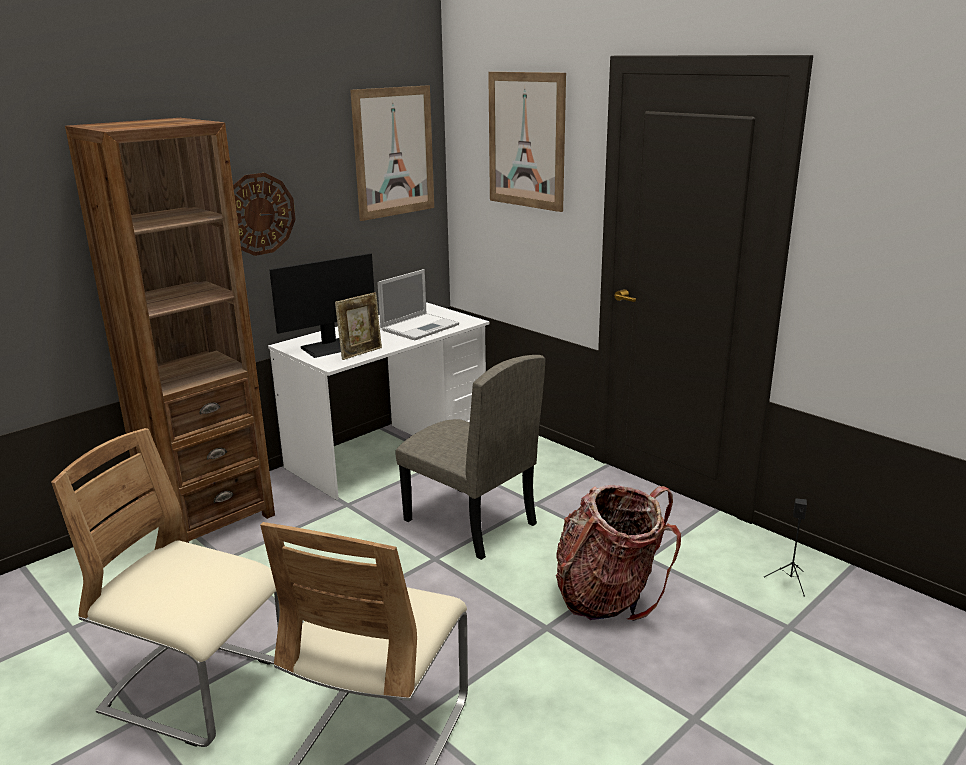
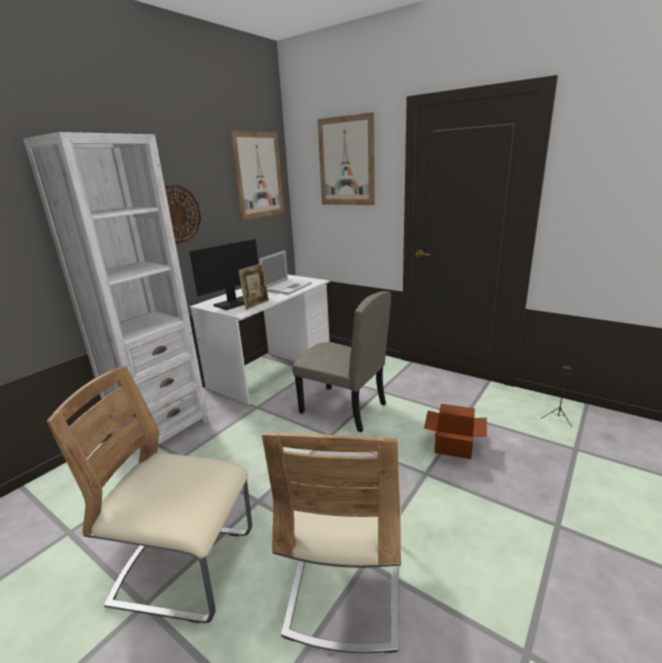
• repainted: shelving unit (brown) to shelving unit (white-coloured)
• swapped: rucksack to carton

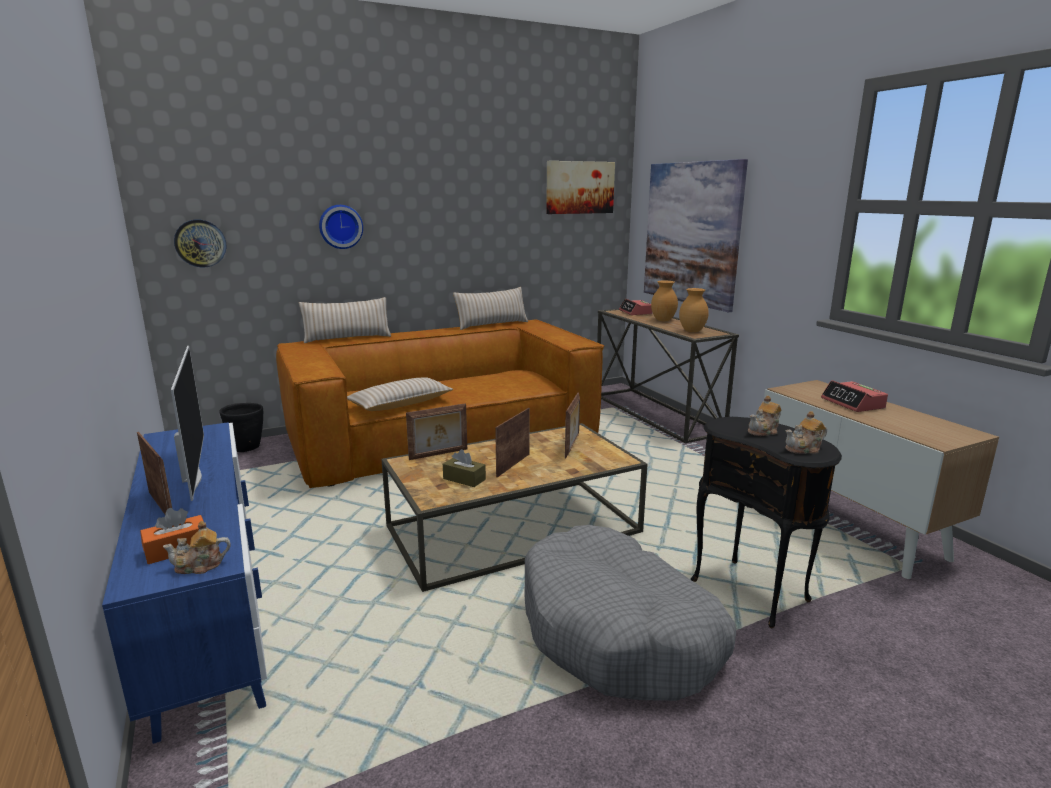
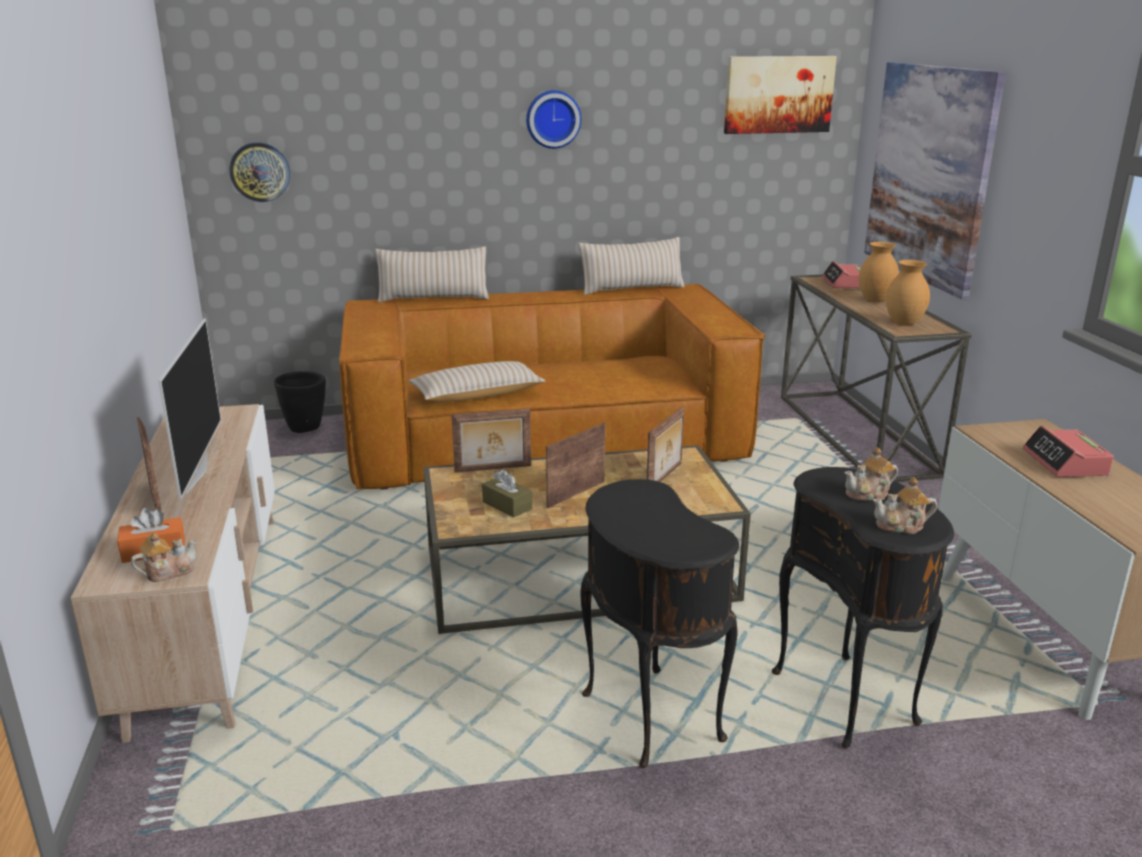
• repainted: tv unit (blue) to tv unit (sand-coloured)
• rotated: teapot (no. 1 from left) 150 degrees clockwise
• shifted: hanging clock (no. 2 from left)
• swapped: dog bed (grey) to end table (black) (no. 1 from left)

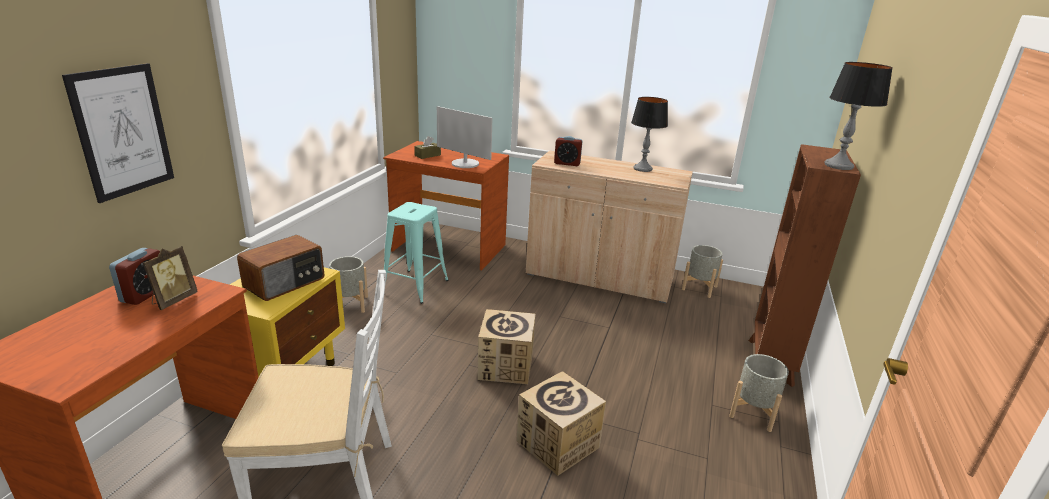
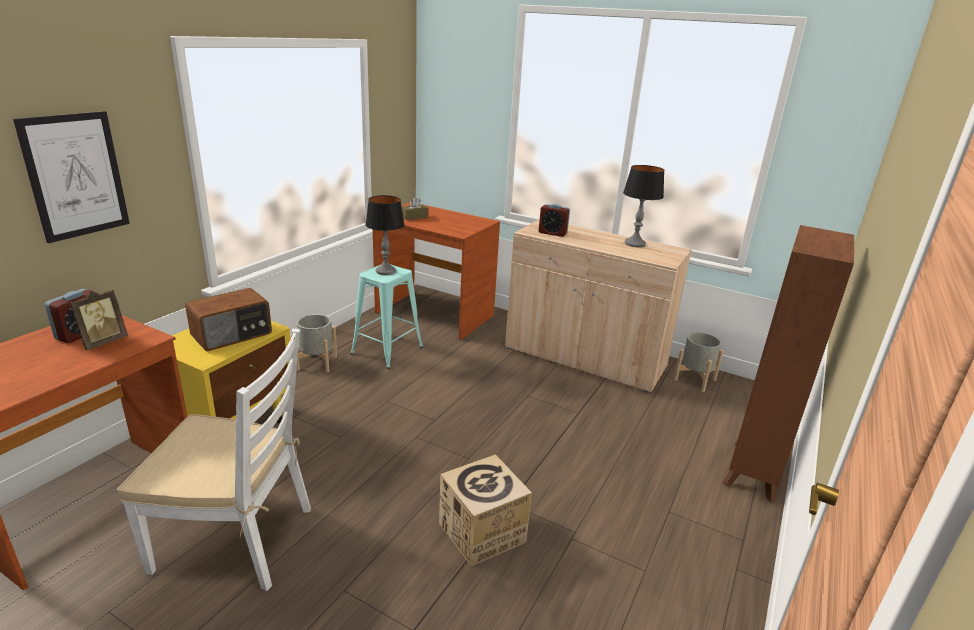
• shifted: lamp for a table (no. 2 from left in the first image) to lamp for a table (no. 1 from left)
• gone: computer screen
• gone: carton (no. 1 from left)
• gone: flower pot (grey) (no. 3 from left)

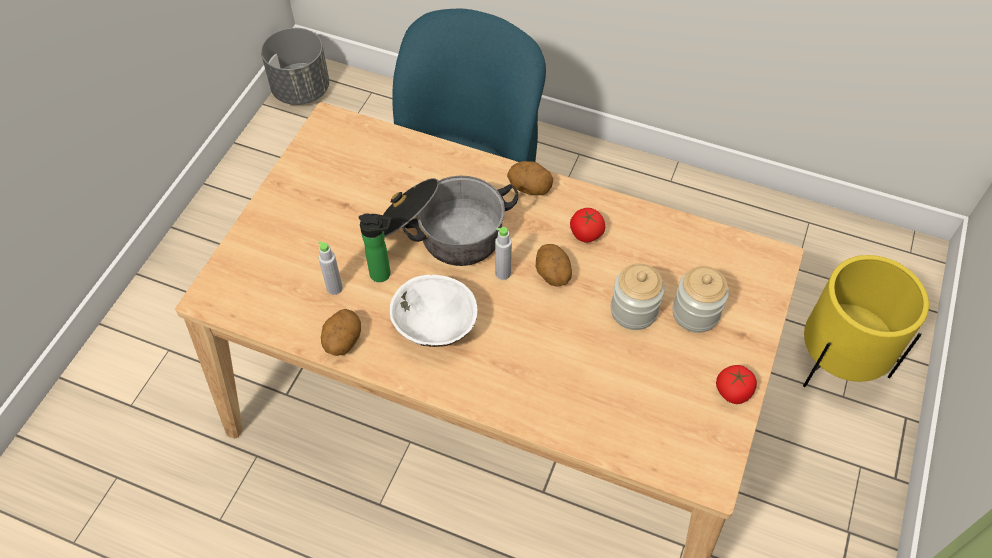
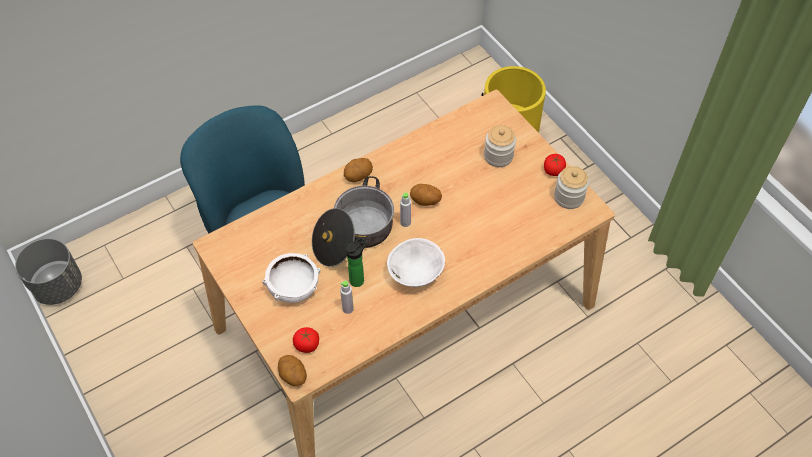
• new: serving bowl (white-coloured) (no. 1 from left)
• shifted: whole potato (no. 1 from left)
• shifted: tomato (no. 1 from left)
• shifted: jar (no. 1 from left in the first image) to jar (no. 2 from left)

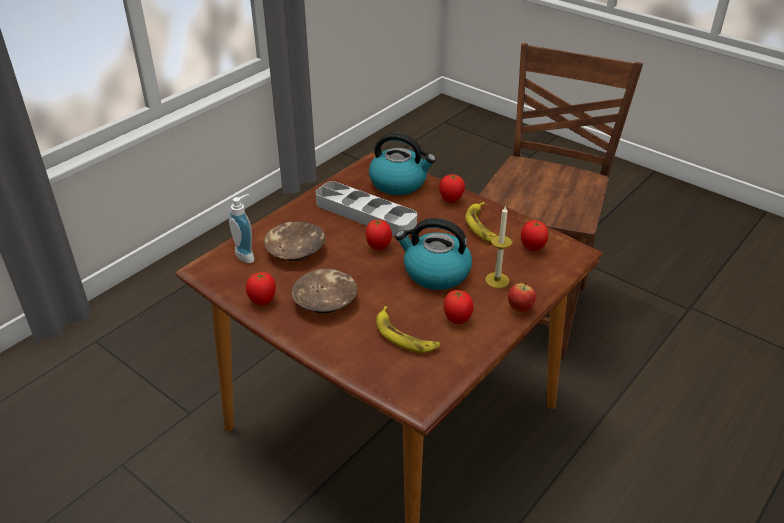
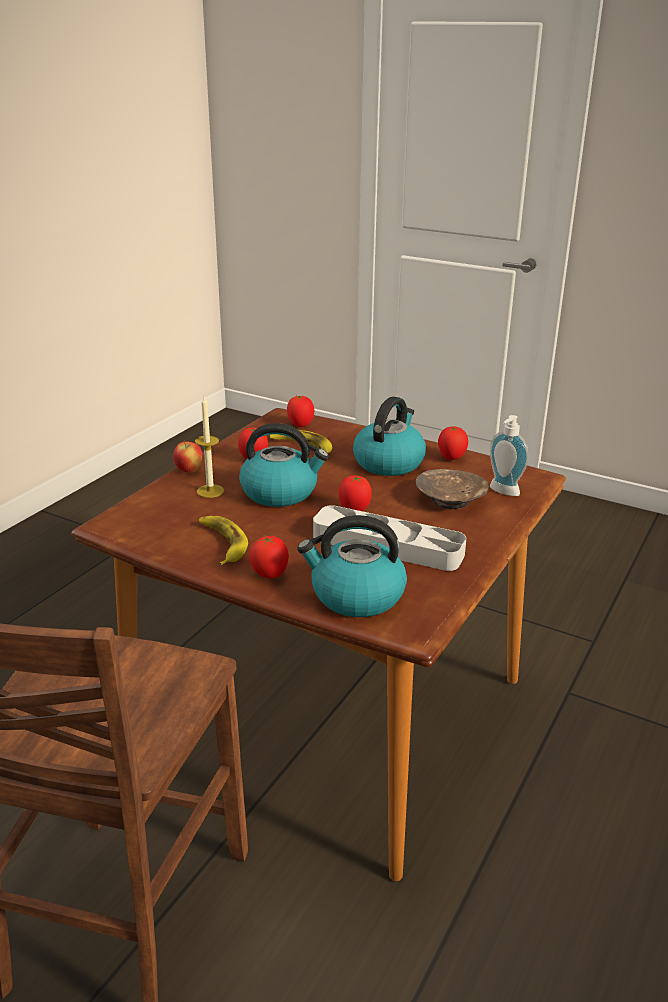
• shifted: tomato (no. 5 from left in the first image) to tomato (no. 3 from left)
• swapped: serving bowl (brown) (no. 2 from left) to tea kettle (no. 3 from left)

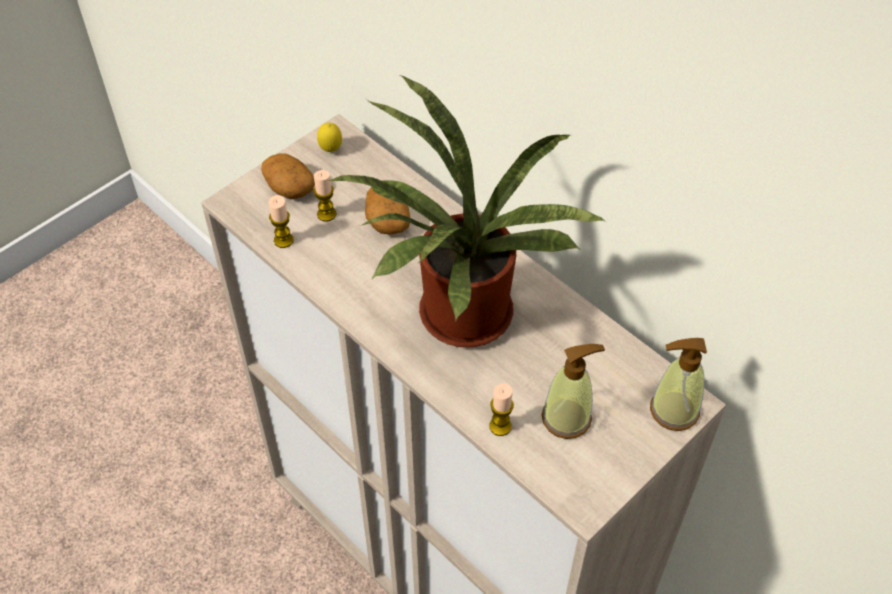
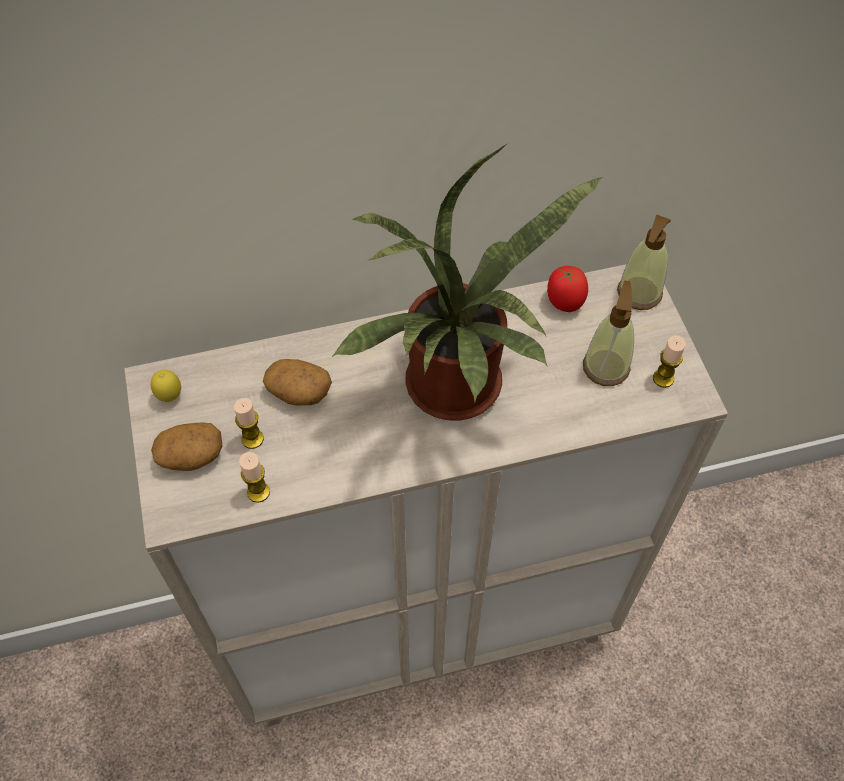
• new: tomato
• shifted: candle (no. 3 from left)

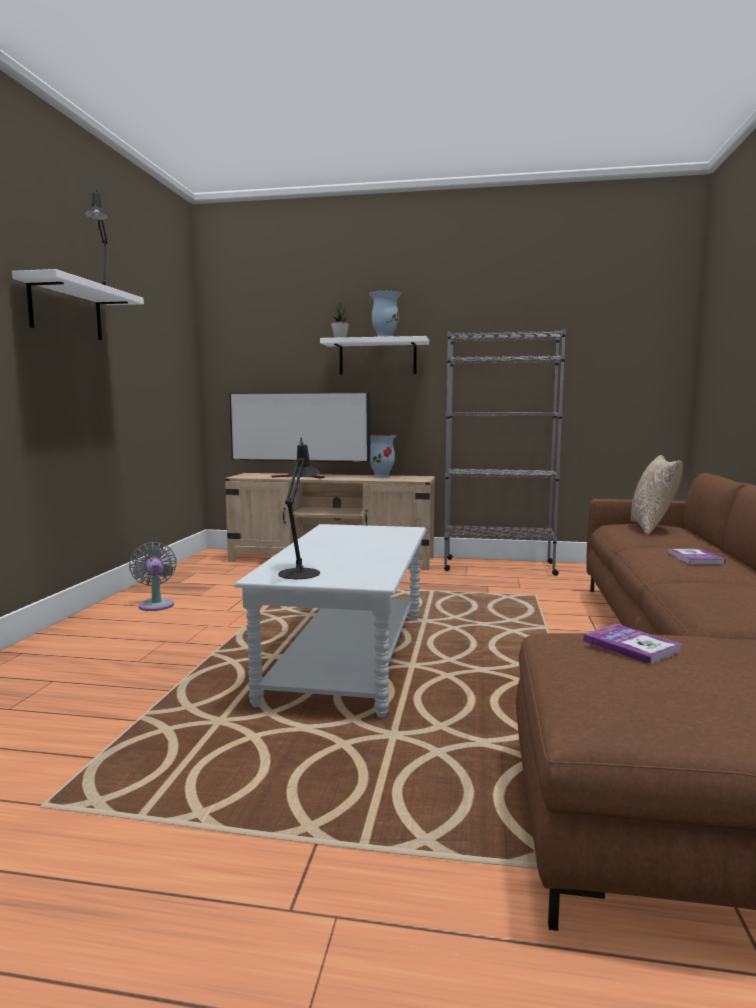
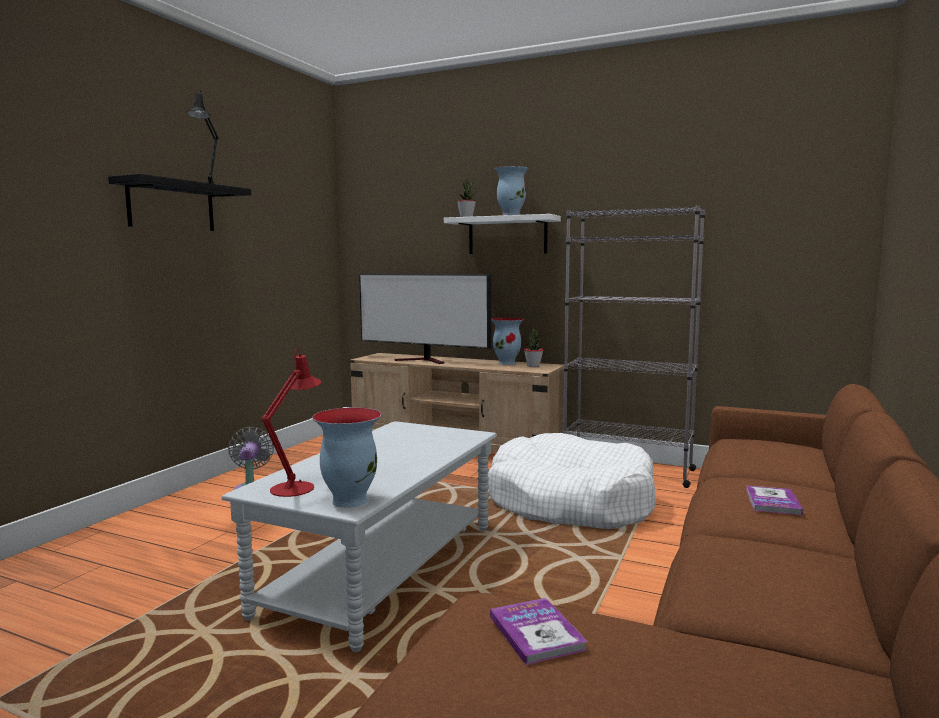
• repainted: wall shelf (white-coloured) (no. 1 from left) to wall shelf (black)
• repainted: lamp for a table (black) (no. 2 from left) to lamp for a table (reddish)
• new: vase (no. 1 from left)
• new: dog bed (white-coloured)
• new: plant in a pot (no. 2 from left)
• gone: cushion

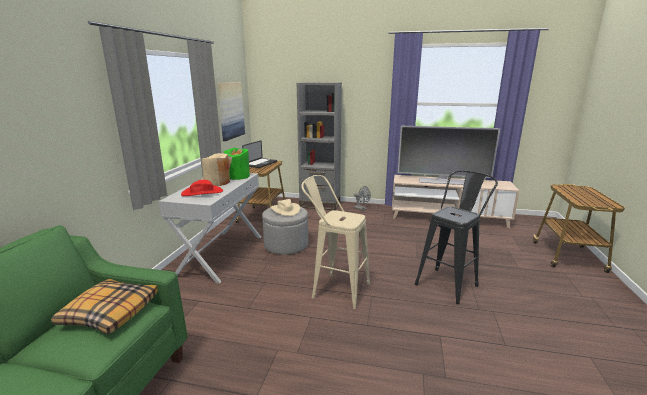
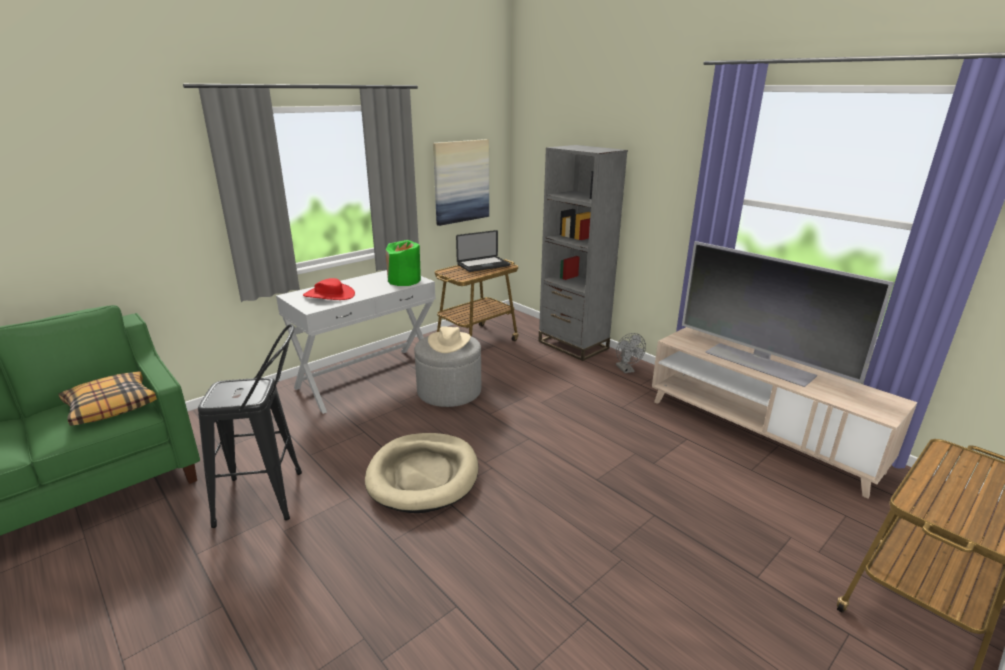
• shifted: stool (black)
• swapped: stool (sand-coloured) to dog bed (sand-coloured)
• gone: vase (sand-coloured)

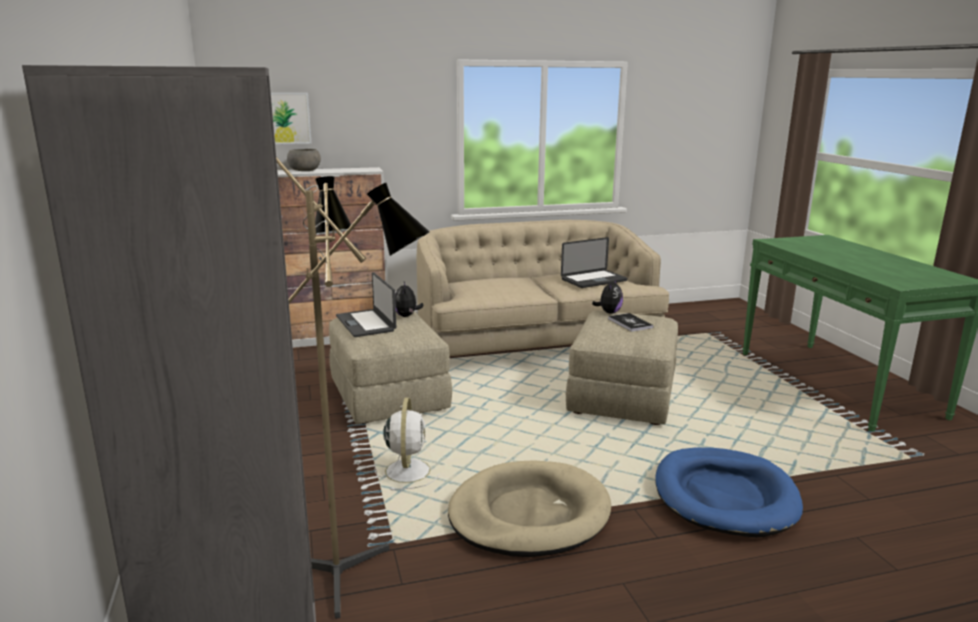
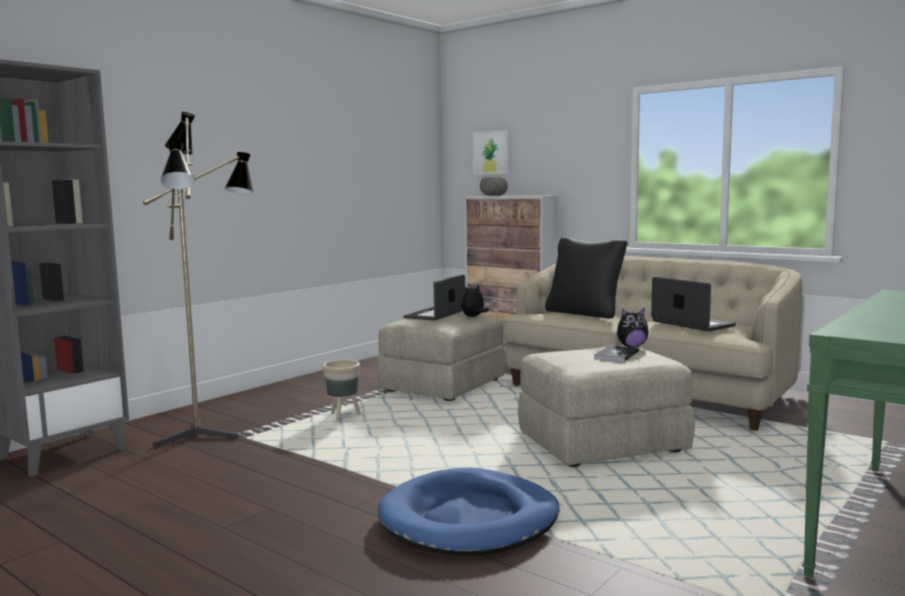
• swapped: electric fan (white-coloured) to flower pot (sand-coloured)
• new: cushion (black)
• rotated: notebook computer (no. 2 from left) 150 degrees counterclockwise
• gone: dog bed (sand-coloured)

